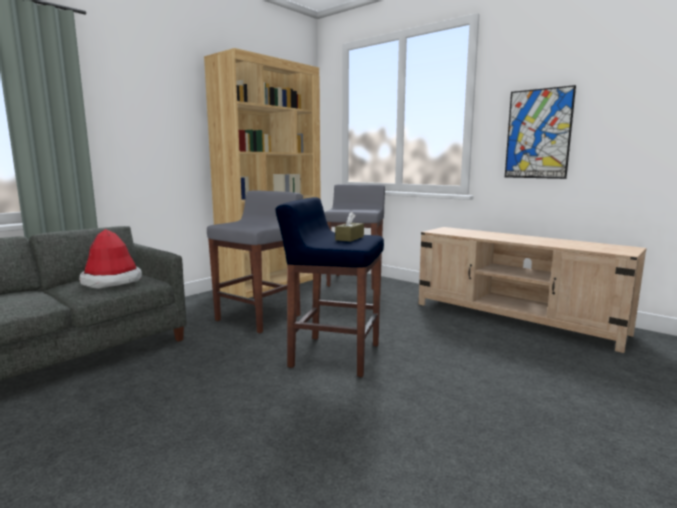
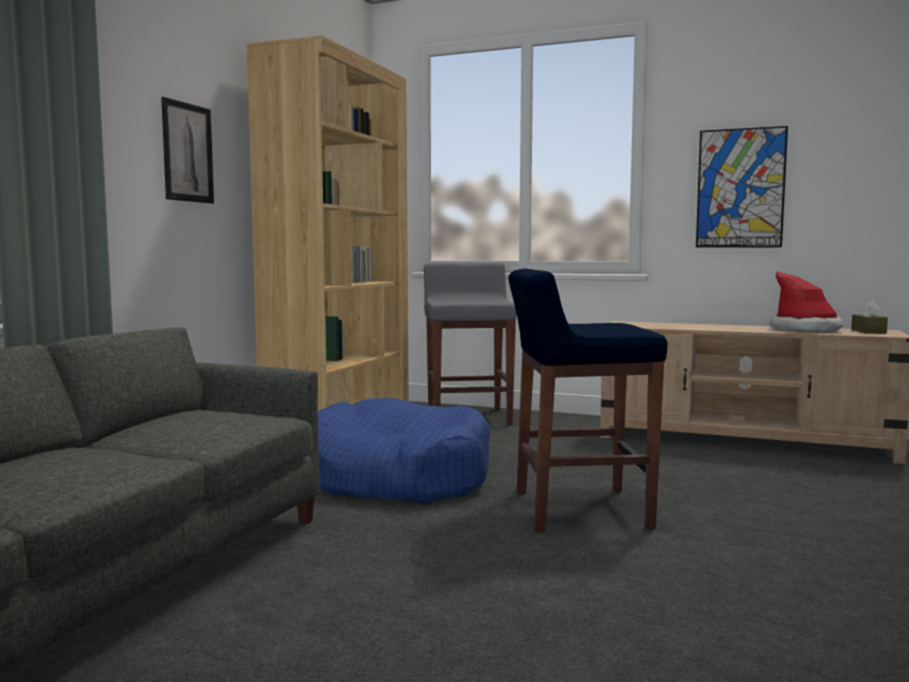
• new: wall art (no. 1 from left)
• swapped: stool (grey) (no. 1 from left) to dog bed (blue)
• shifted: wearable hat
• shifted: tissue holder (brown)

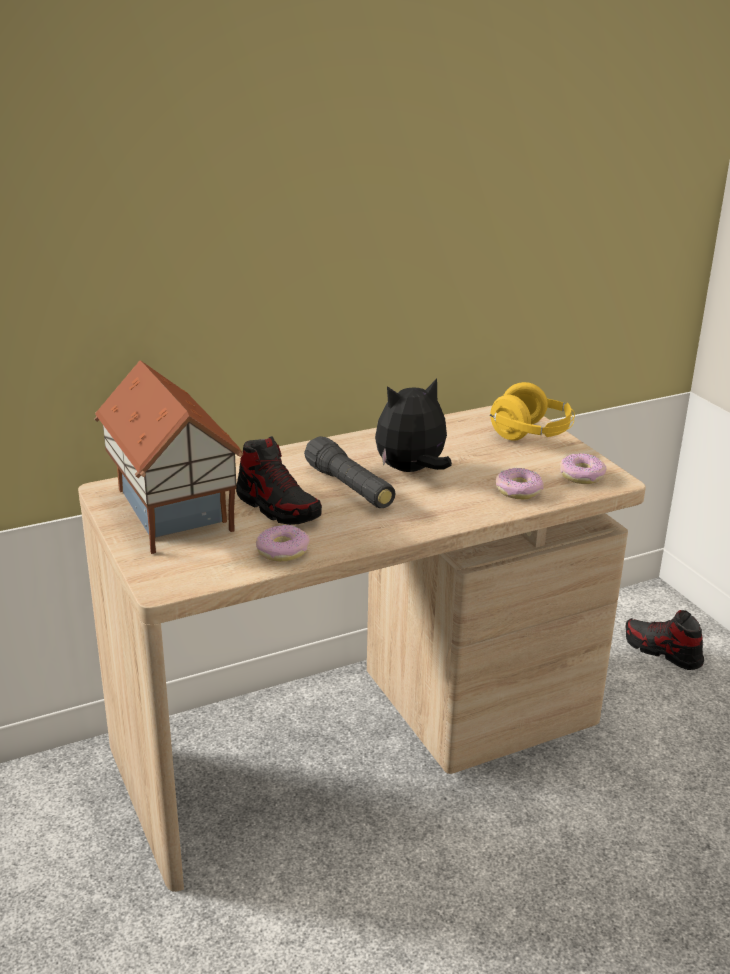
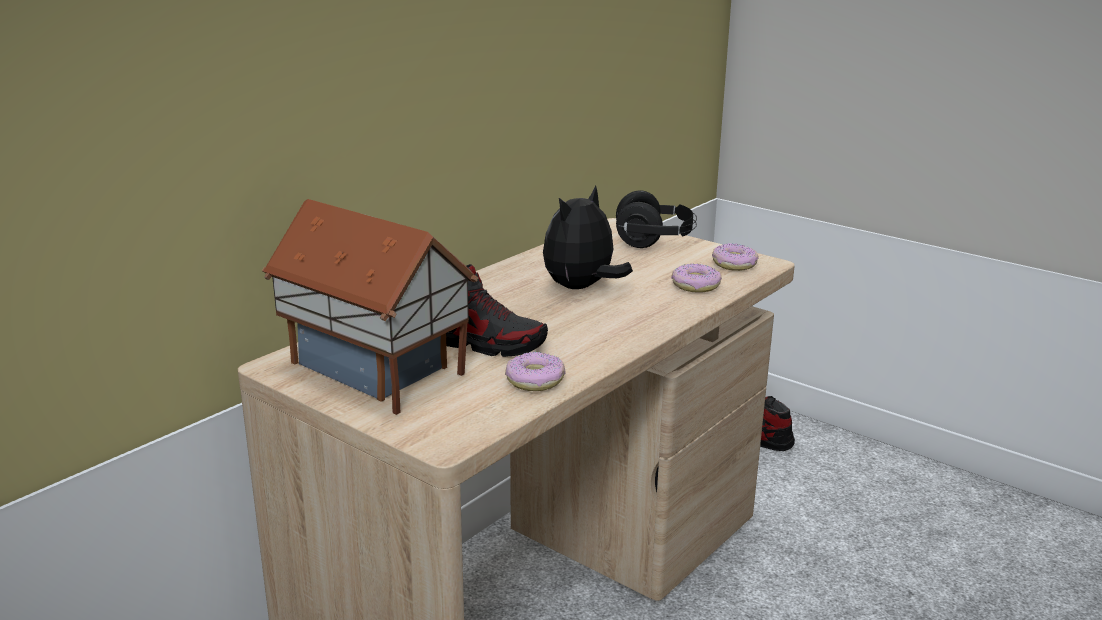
• repainted: pair of headphones (yellow-coloured) to pair of headphones (black)
• gone: torch (black)

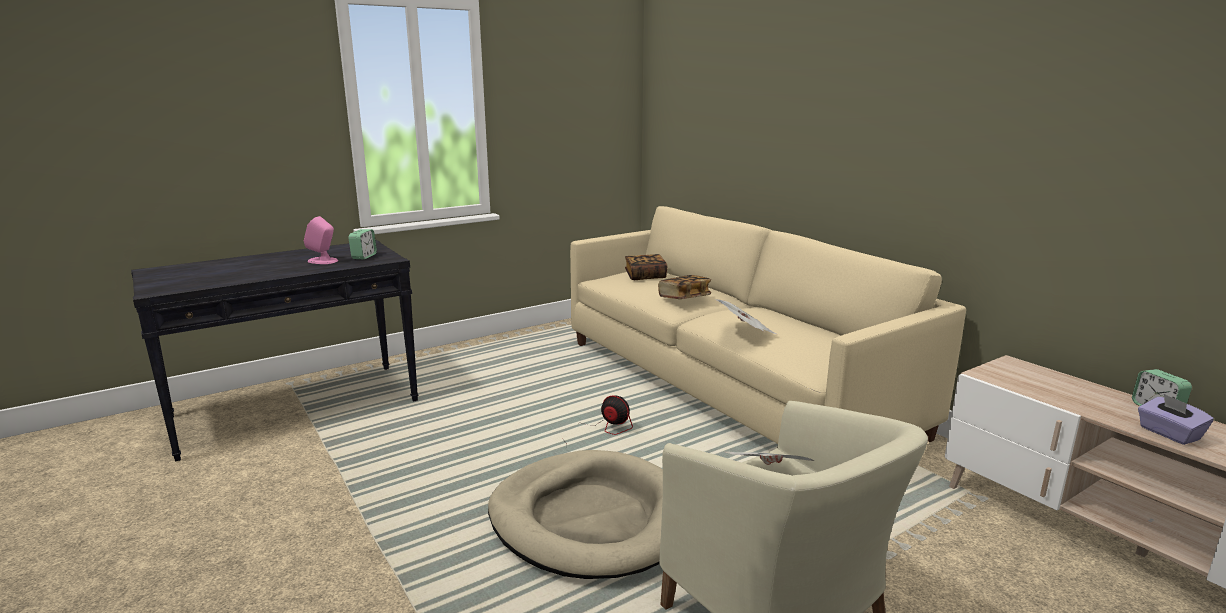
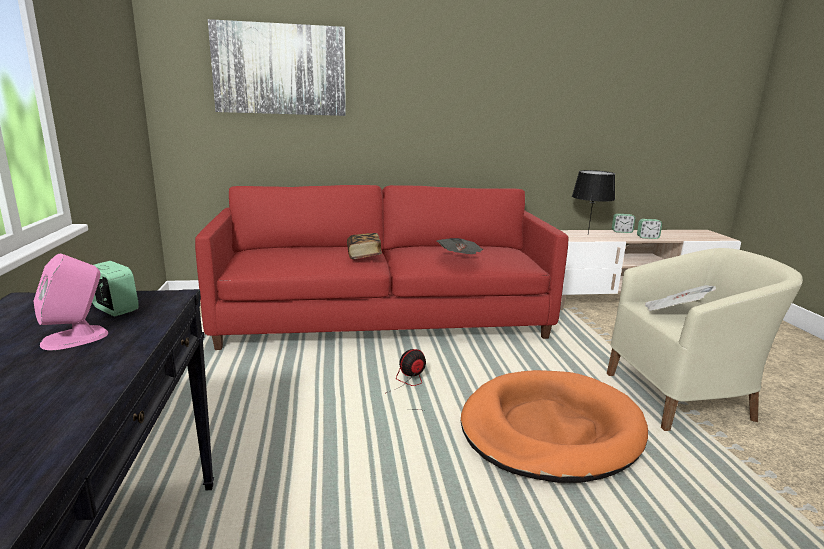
• repainted: settee (sand-coloured) to settee (reddish)
• new: wall art
• repainted: dog bed (sand-coloured) to dog bed (orangey)
• new: lamp for a table (black)
• swapped: tissue holder (purple) to bedside clock (no. 3 from left)
• gone: book (no. 1 from left)

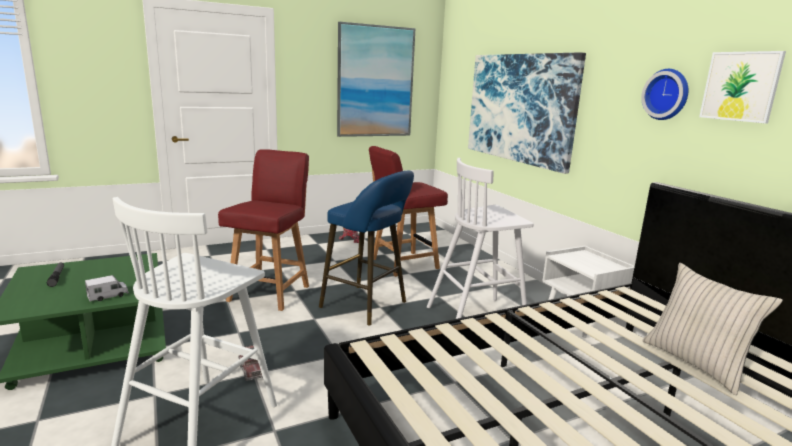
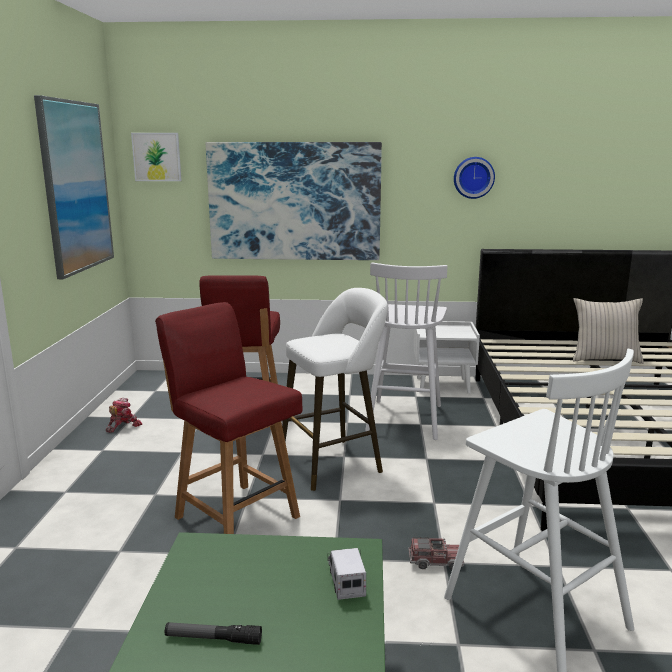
• shifted: wall art (no. 3 from left in the first image) to wall art (no. 2 from left)
• repainted: stool (blue) to stool (white-coloured) (no. 1 from left)

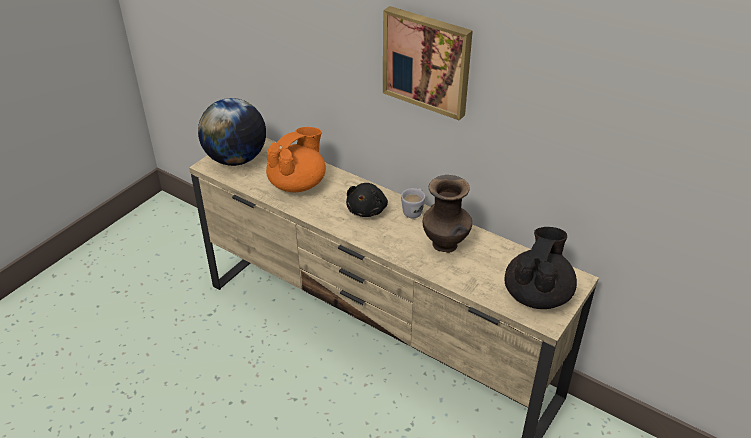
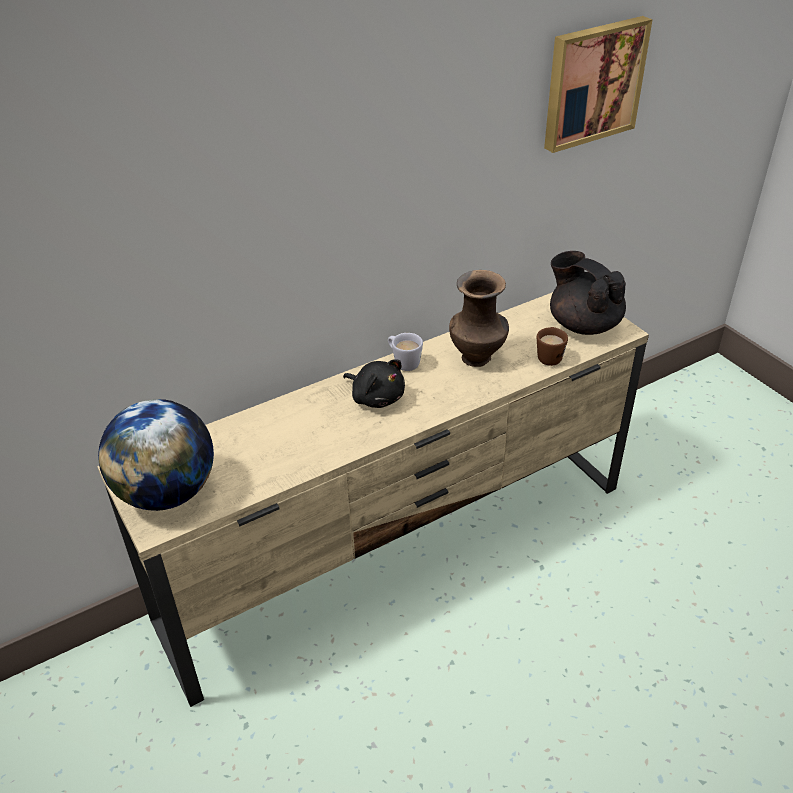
• new: mug (brown)
• shifted: wall art
• gone: teapot (orangey)

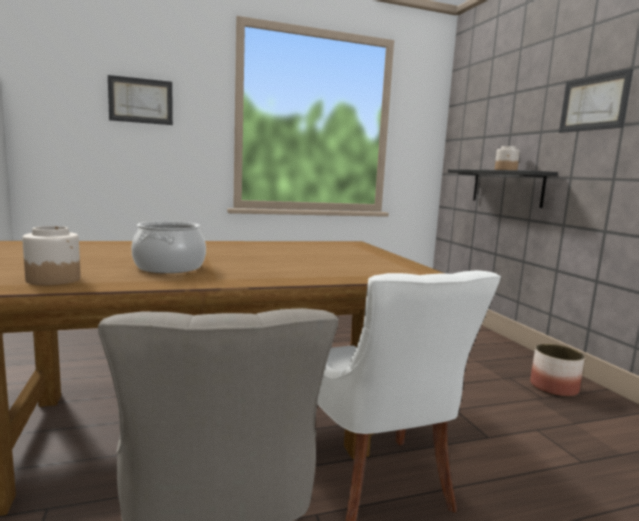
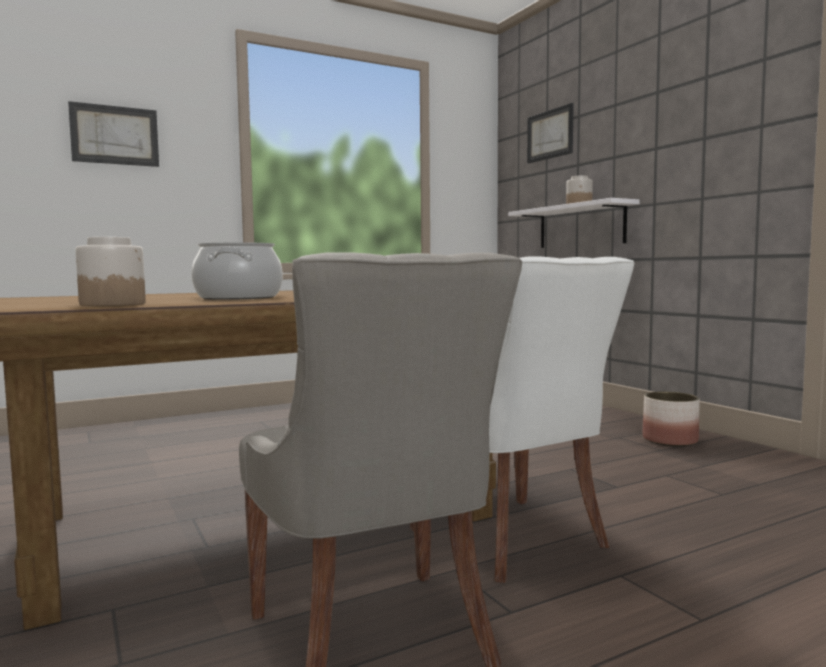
• repainted: wall shelf (black) to wall shelf (white-coloured)
• shifted: wall art (no. 2 from left)

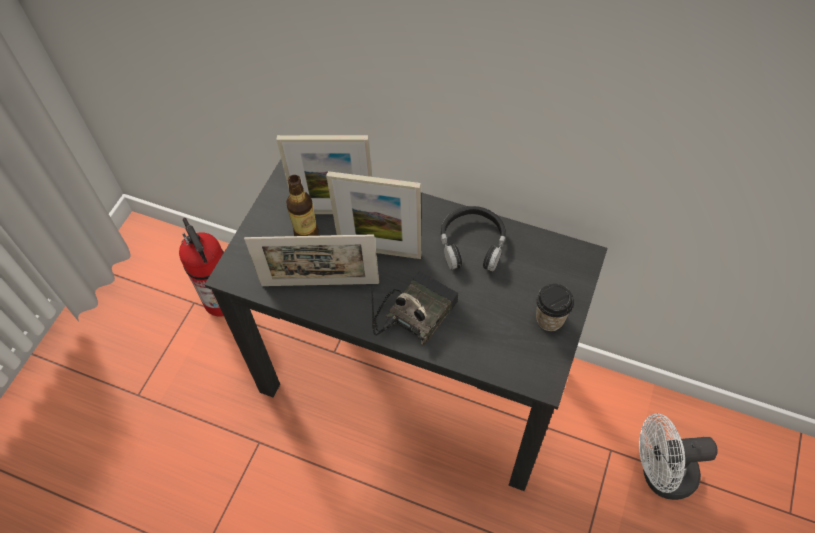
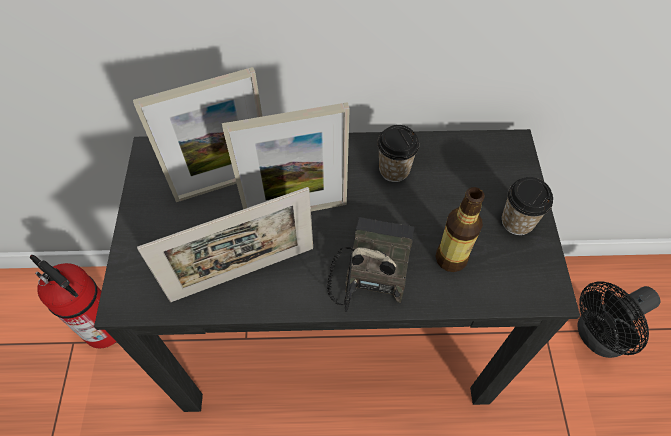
• swapped: pair of headphones (black) to cup (no. 1 from left)
• shifted: drink bottle
• repainted: electric fan (white-coloured) to electric fan (black)

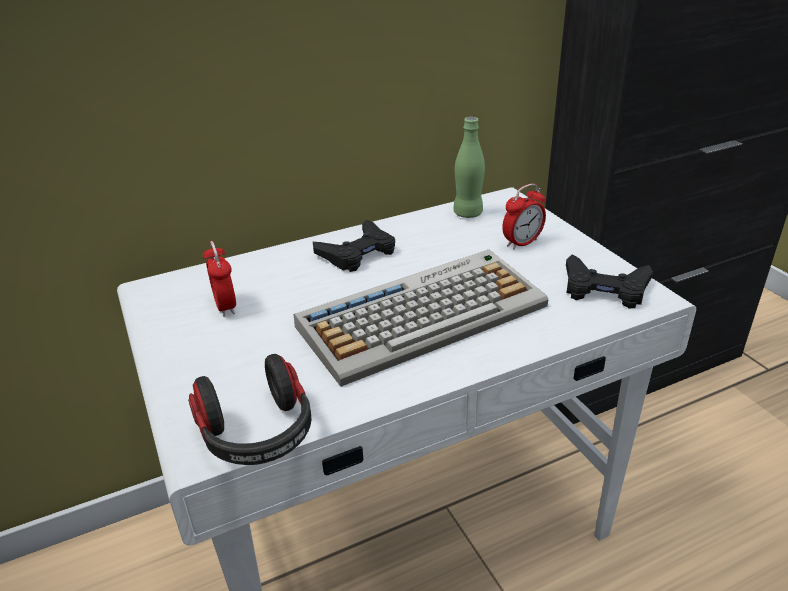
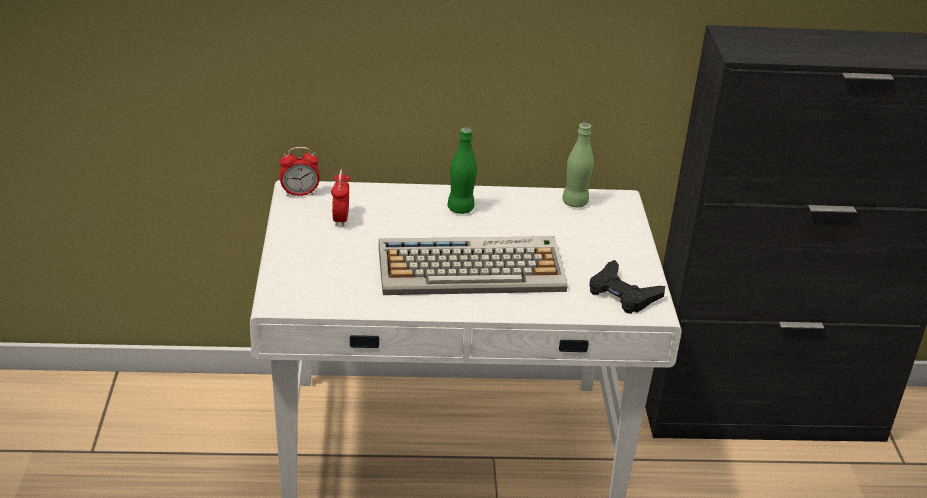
• shifted: bedside clock (no. 2 from left in the first image) to bedside clock (no. 1 from left)
• swapped: joypad (black) (no. 1 from left) to drink bottle (greenish) (no. 1 from left)
• gone: pair of headphones

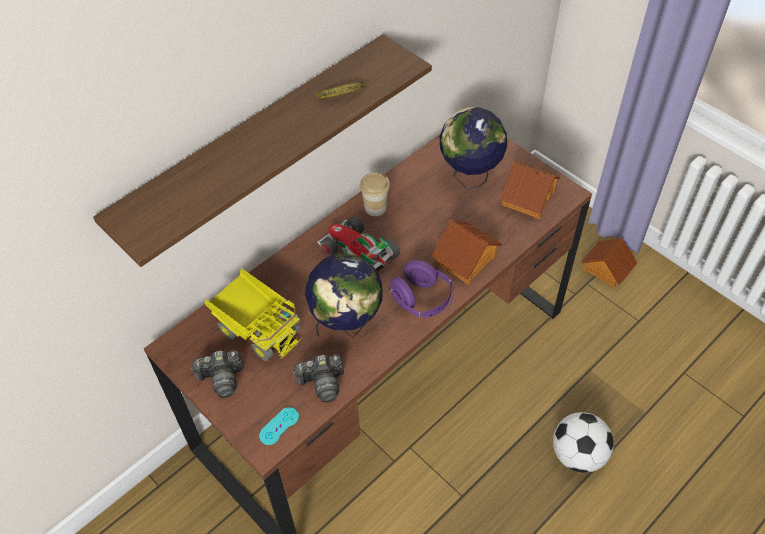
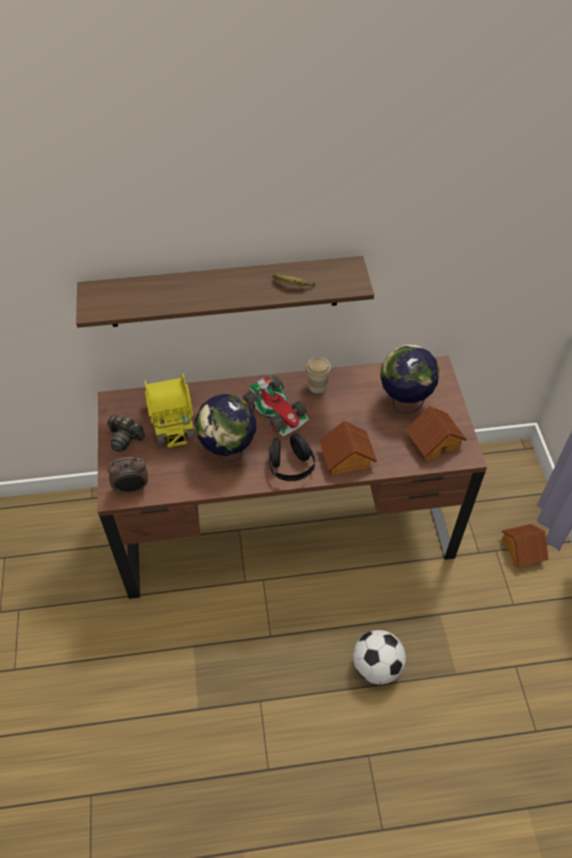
• swapped: joypad (blue-green) to bedside clock
• rotated: toy car 150 degrees clockwise
• repainted: pair of headphones (purple) to pair of headphones (black)
• gone: photo camera (no. 2 from left)

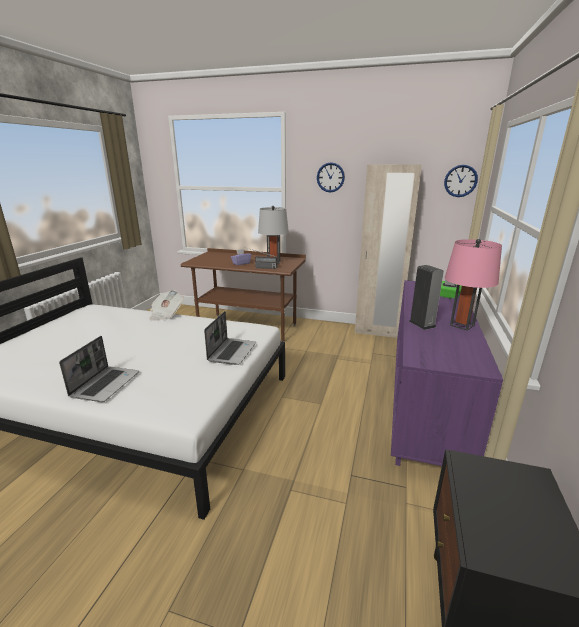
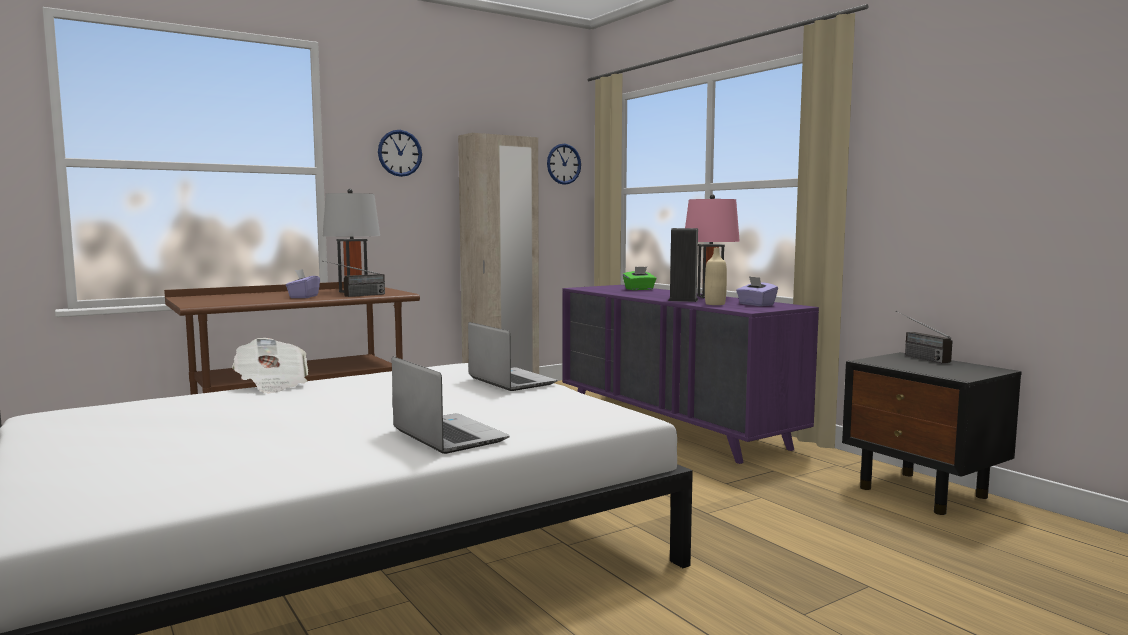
• new: drink bottle (sand-coloured)
• new: tissue holder (purple) (no. 2 from left)
• new: radio receiver (no. 2 from left)

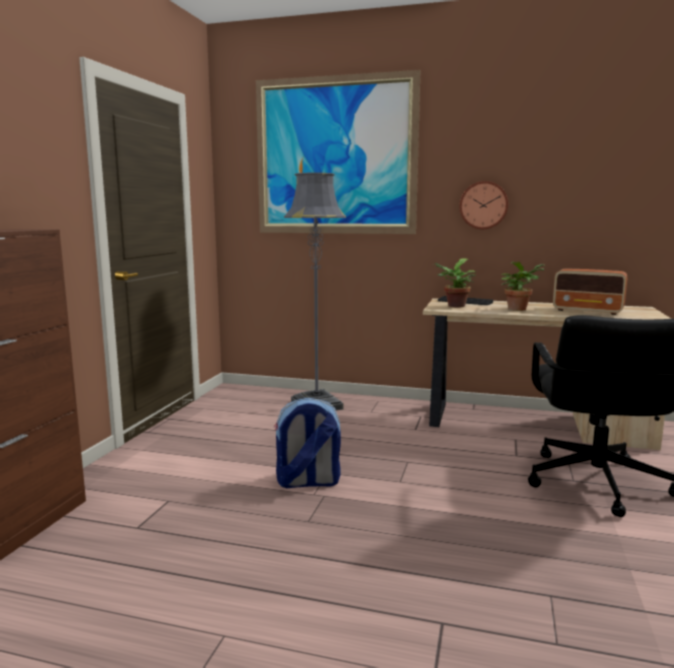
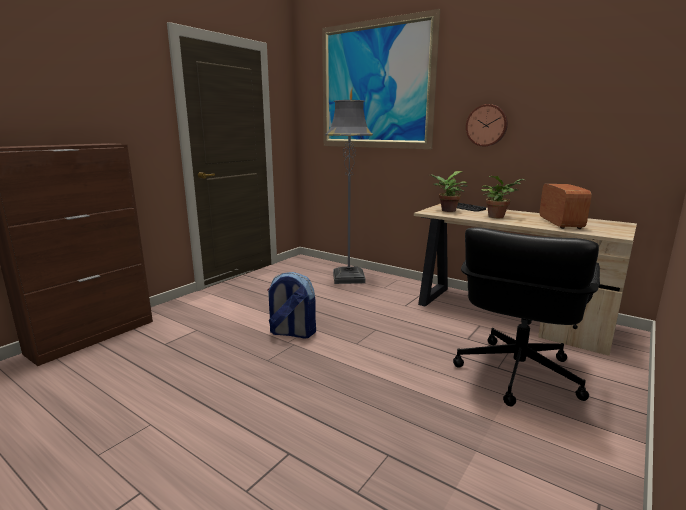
• rotated: radio receiver 135 degrees counterclockwise

